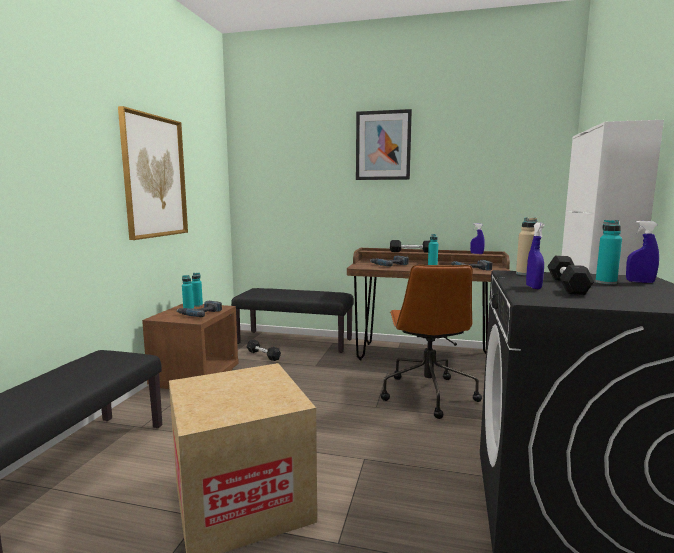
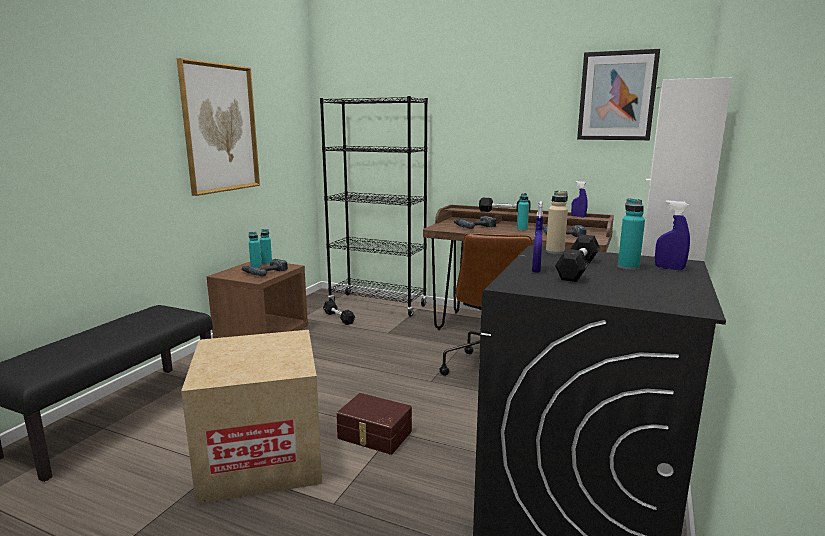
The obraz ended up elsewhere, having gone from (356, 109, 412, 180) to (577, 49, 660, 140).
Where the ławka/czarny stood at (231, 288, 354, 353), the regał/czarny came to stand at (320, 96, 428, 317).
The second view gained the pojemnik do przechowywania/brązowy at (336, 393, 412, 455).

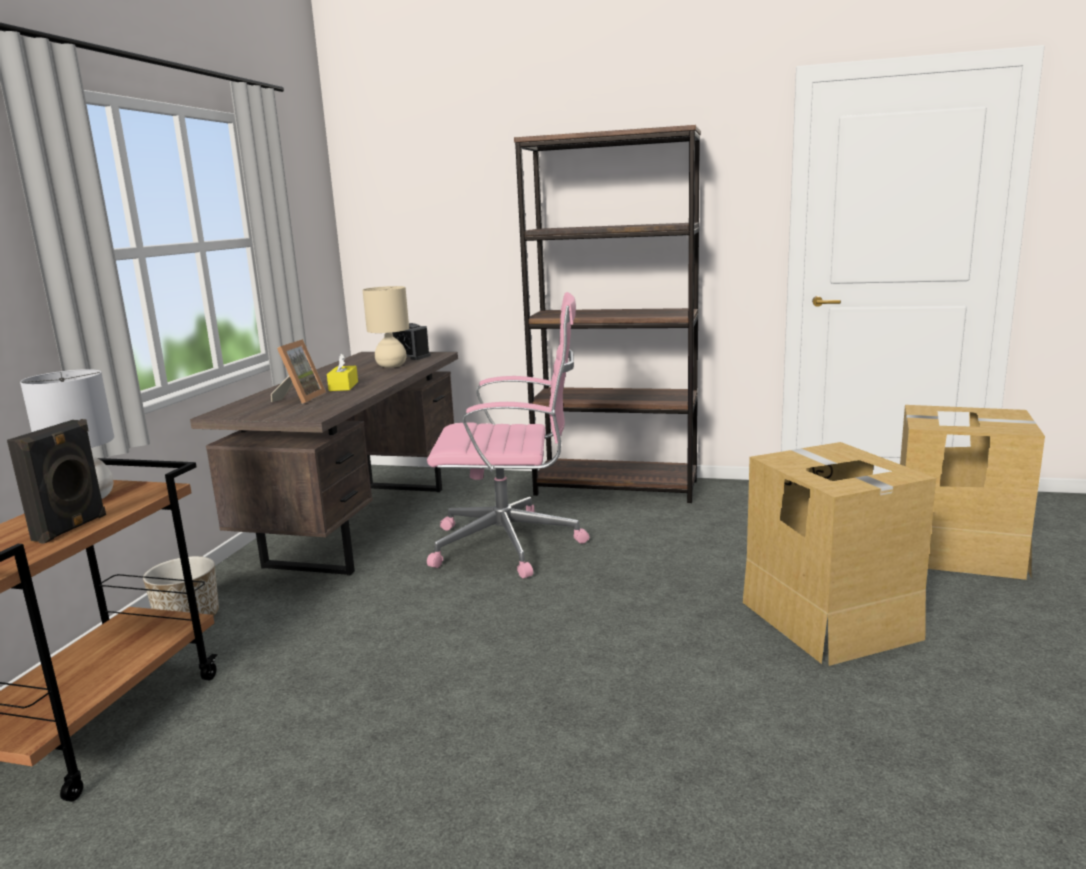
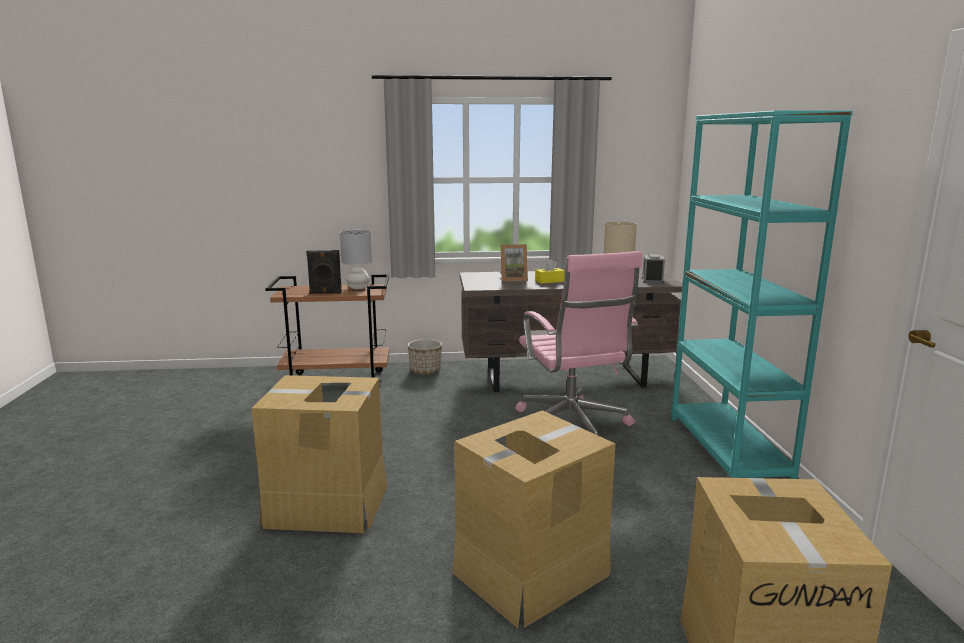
What was the regał/brązowy at (514, 125, 701, 503) turned into the regał/turkusowy at (671, 110, 853, 479).
The second view gained the karton at (251, 375, 388, 533).

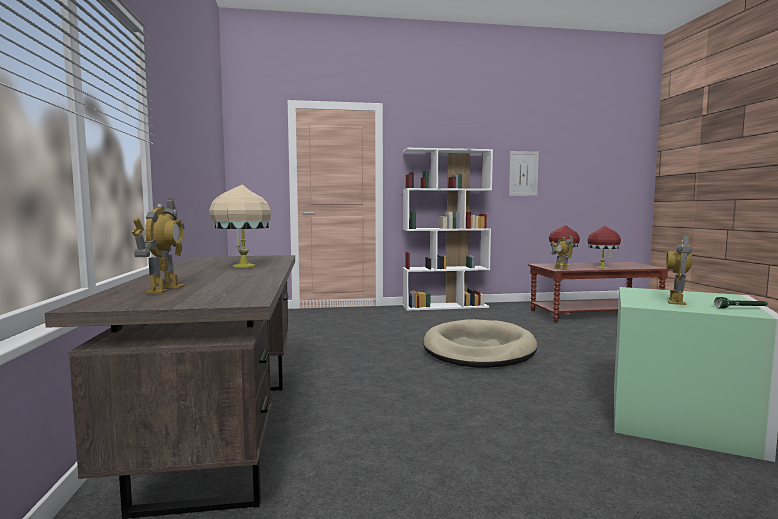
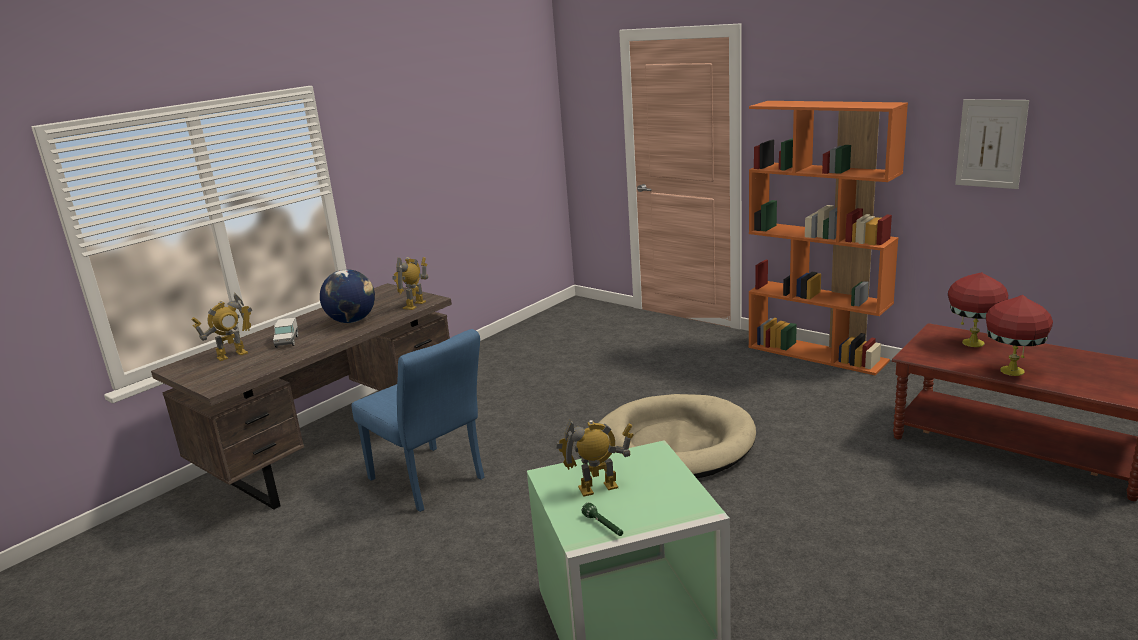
What was the regał/biały at (403, 148, 493, 311) turned into the regał/pomarańczowy at (749, 101, 908, 376).
Where the lampa stołowa/beżowy stood at (209, 184, 271, 268), the globus came to stand at (320, 269, 375, 323).
The robot zabawkowy ended up elsewhere, having gone from (551, 235, 574, 270) to (393, 257, 428, 310).
The second view gained the ciężarówka zabawkowa at (273, 317, 298, 348).
The second view gained the krzesło/niebieski at (352, 329, 485, 512).

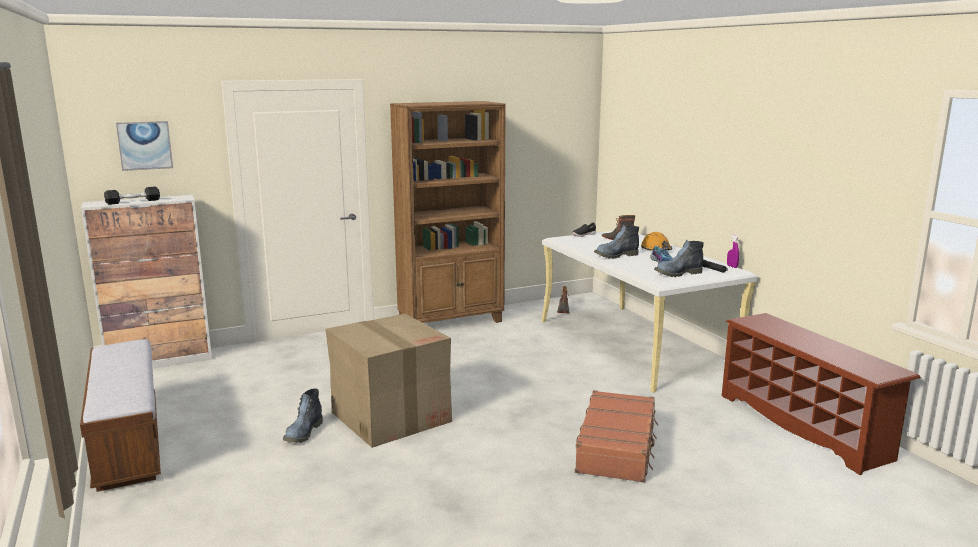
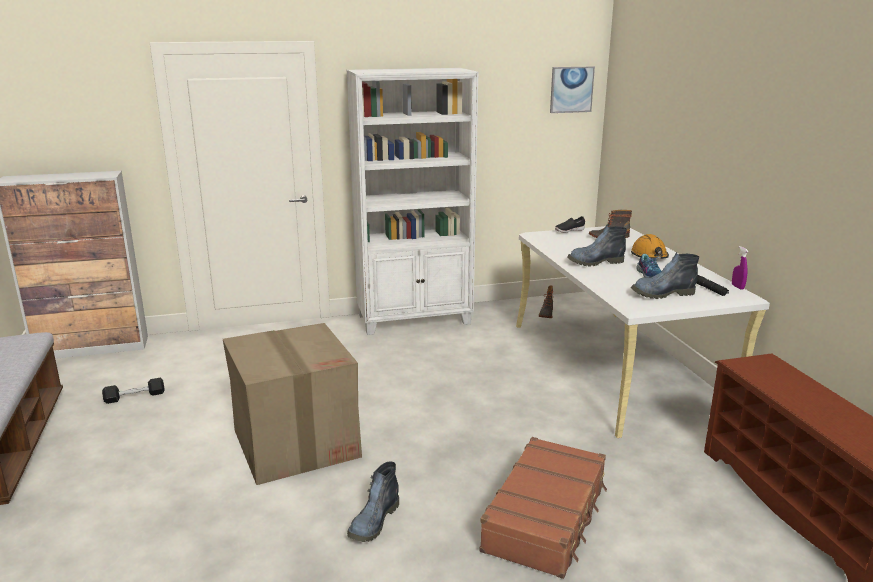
What was the regał/brązowy at (390, 101, 506, 323) turned into the regał/biały at (347, 68, 478, 335).
The obraz ended up elsewhere, having gone from (116, 121, 173, 171) to (550, 66, 595, 113).
The hantel/czarny ended up elsewhere, having gone from (104, 187, 160, 205) to (102, 378, 165, 404).
The but z cholewką ended up elsewhere, having gone from (283, 389, 323, 443) to (347, 461, 399, 542).

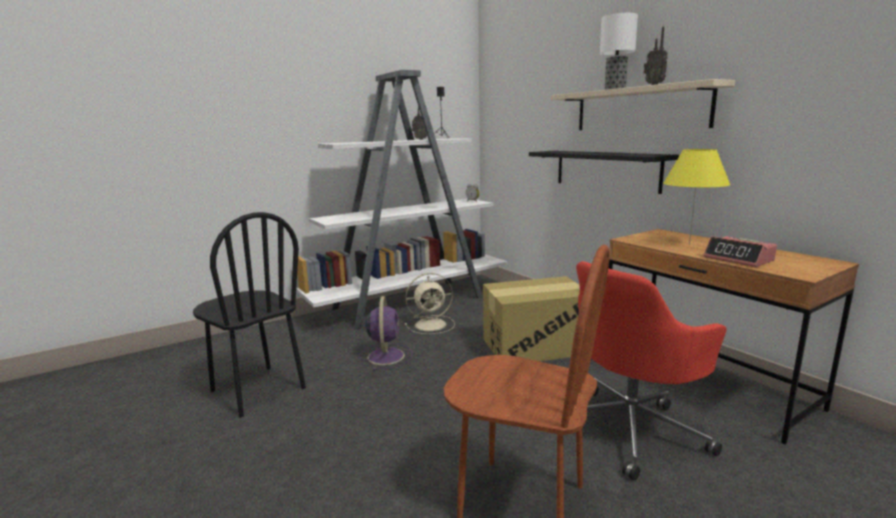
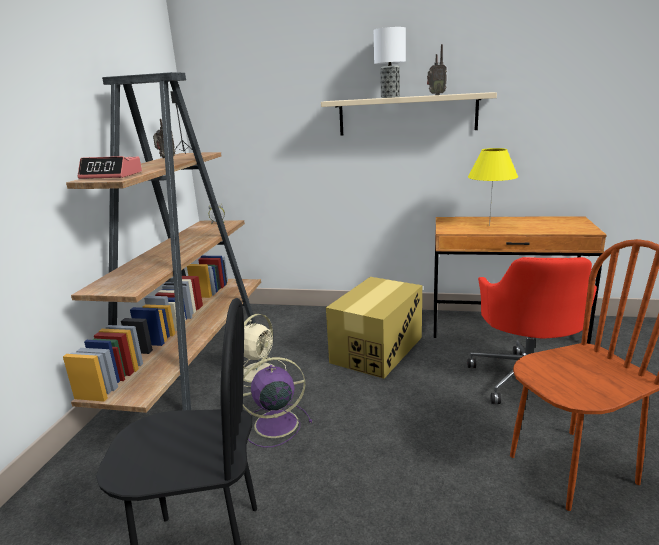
What was the regał/biały at (296, 70, 508, 330) turned into the regał/brązowy at (63, 72, 261, 413).
The second view lost the półka/czarny at (529, 151, 679, 194).
The budzik ended up elsewhere, having gone from (704, 236, 777, 267) to (78, 156, 142, 179).
The wentylator/fioletowy at (359, 296, 412, 371) ended up facing another way, 60 degrees counterclockwise from before.

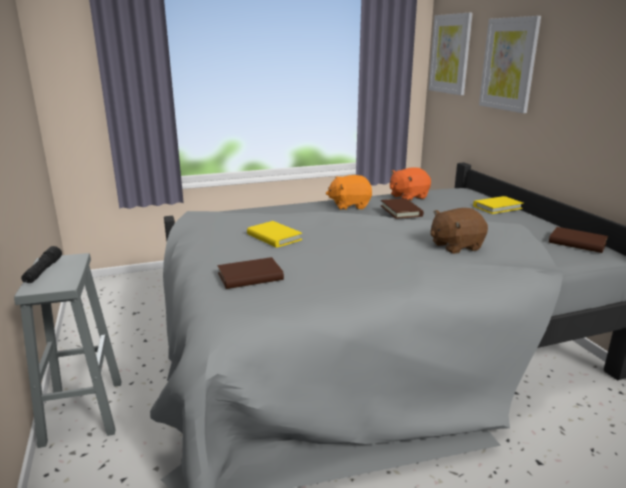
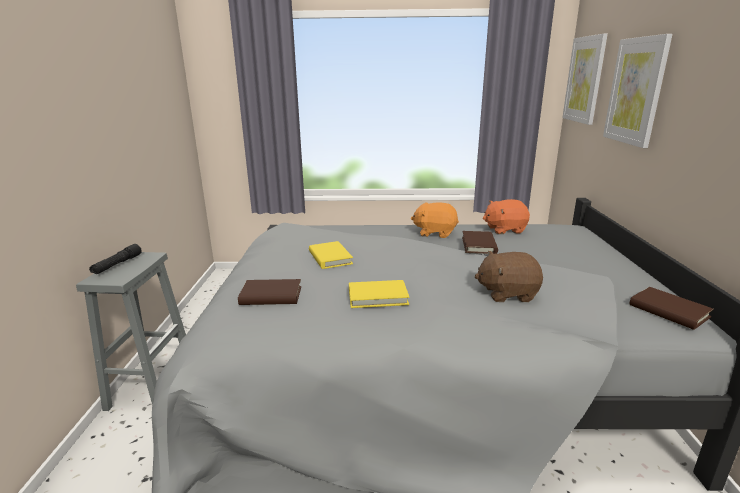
The książka/żółty ended up elsewhere, having gone from (473, 196, 523, 214) to (349, 280, 409, 308).

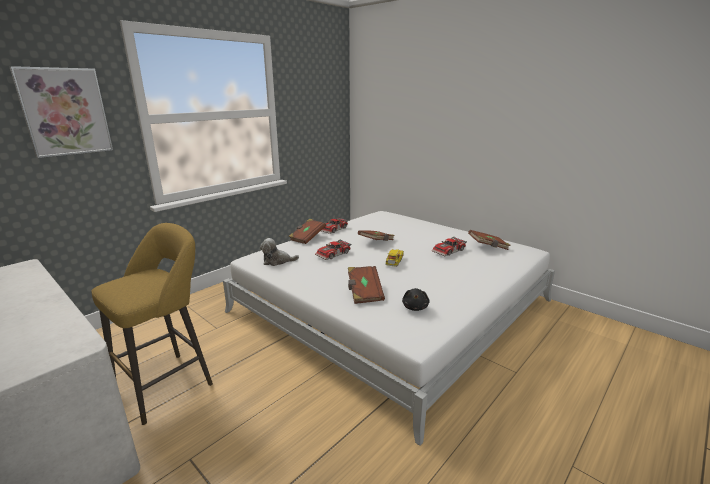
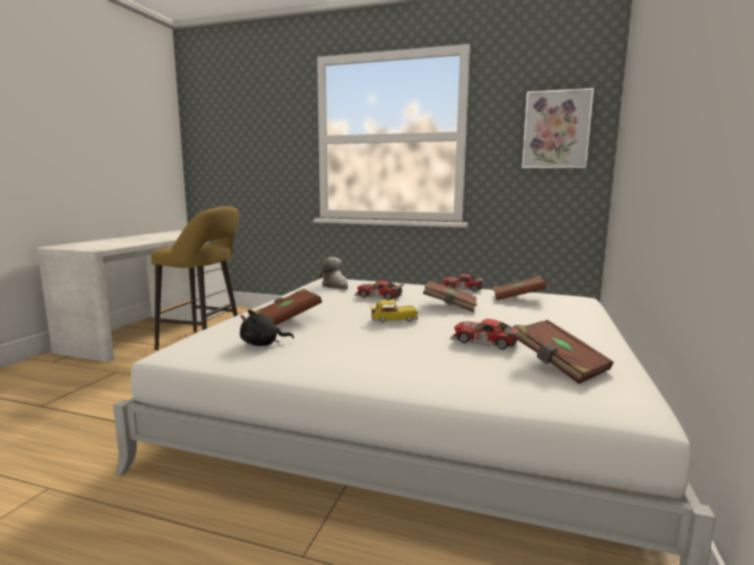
The obraz ended up elsewhere, having gone from (10, 66, 113, 158) to (522, 88, 594, 168).
The książka/brązowy ended up elsewhere, having gone from (289, 219, 326, 244) to (493, 276, 546, 300).

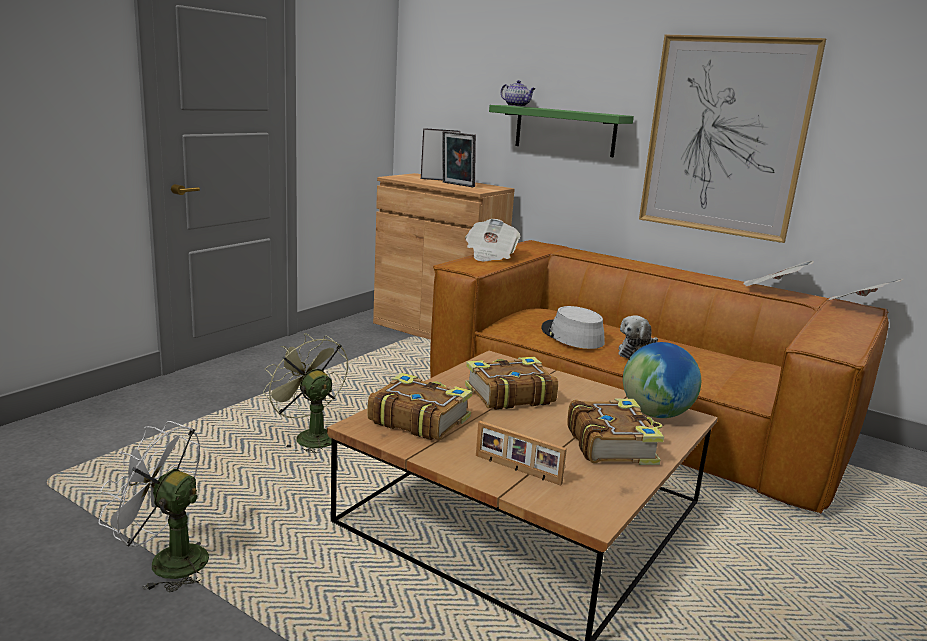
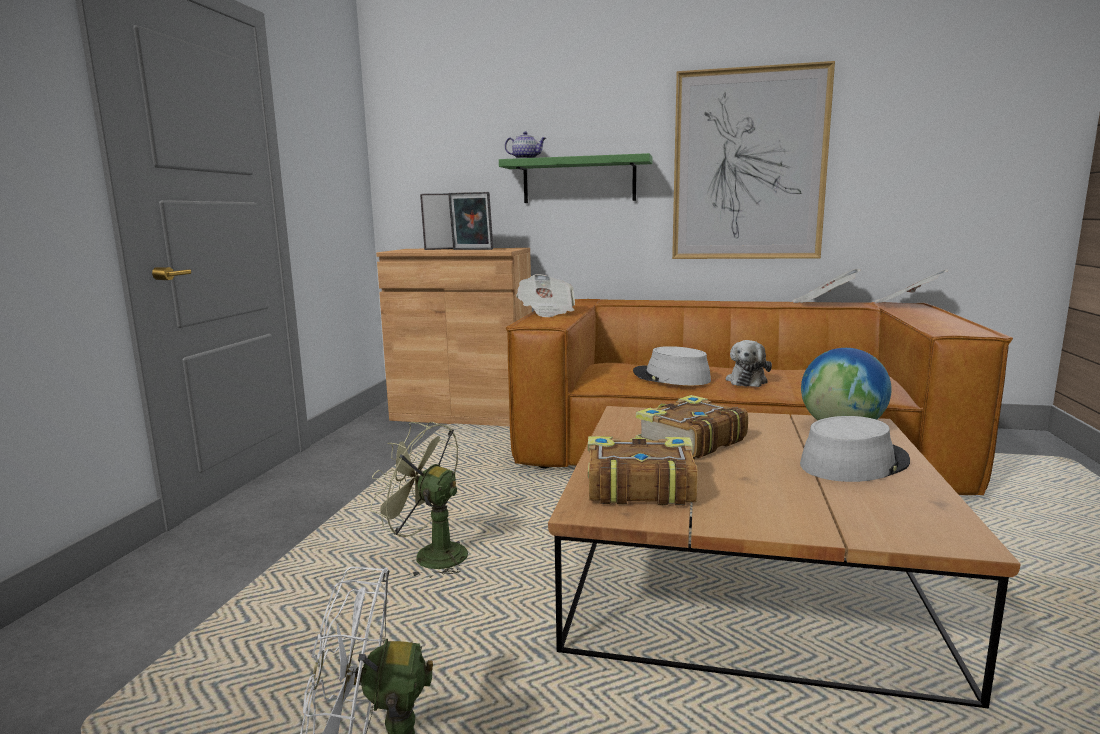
Where the książka stood at (567, 399, 664, 465), the kapelusz/szary came to stand at (800, 416, 910, 482).
The second view lost the ramka na zdjęcie at (476, 421, 567, 486).

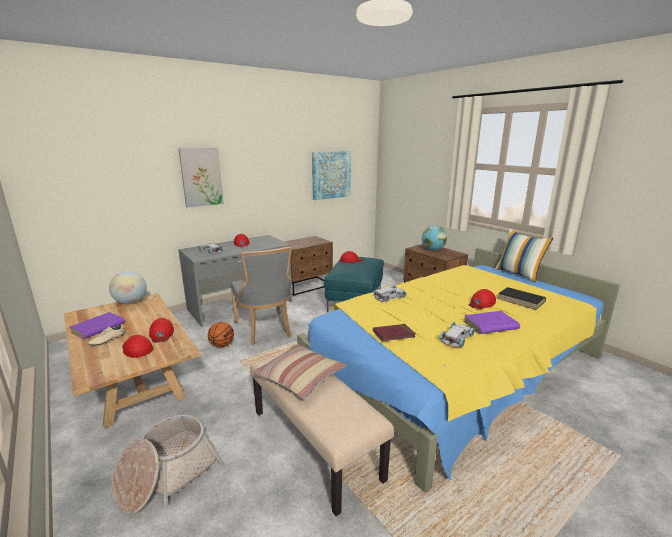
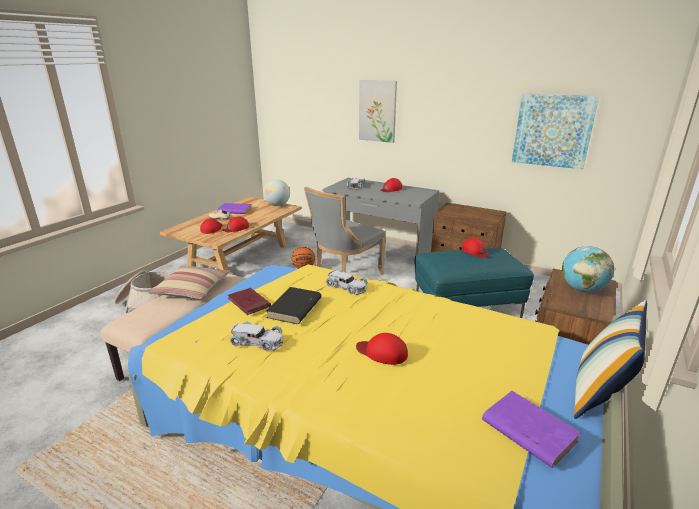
The książka/czarny ended up elsewhere, having gone from (497, 287, 546, 310) to (266, 287, 322, 324).
The książka/fioletowy ended up elsewhere, having gone from (464, 311, 520, 334) to (482, 391, 581, 468).

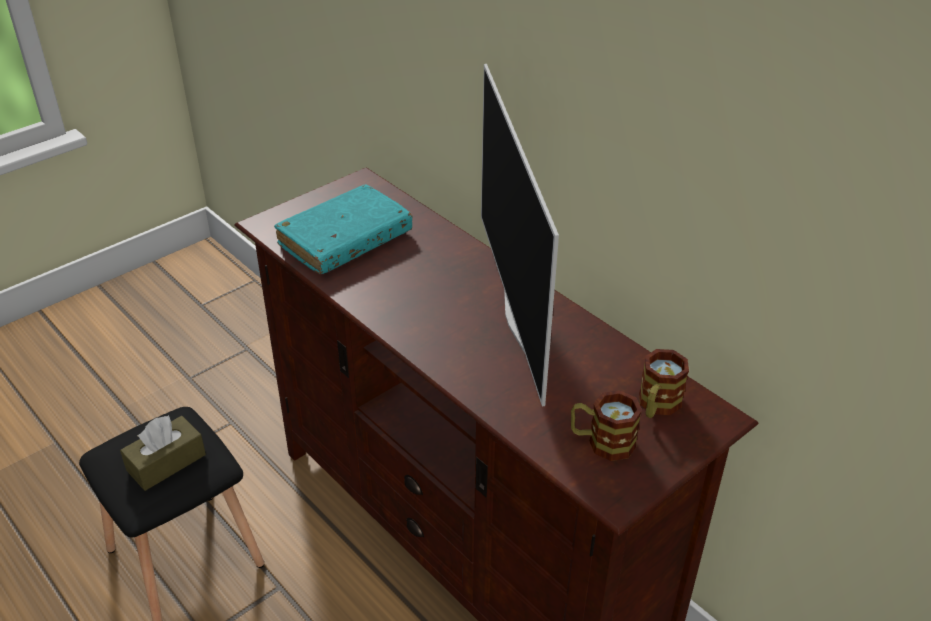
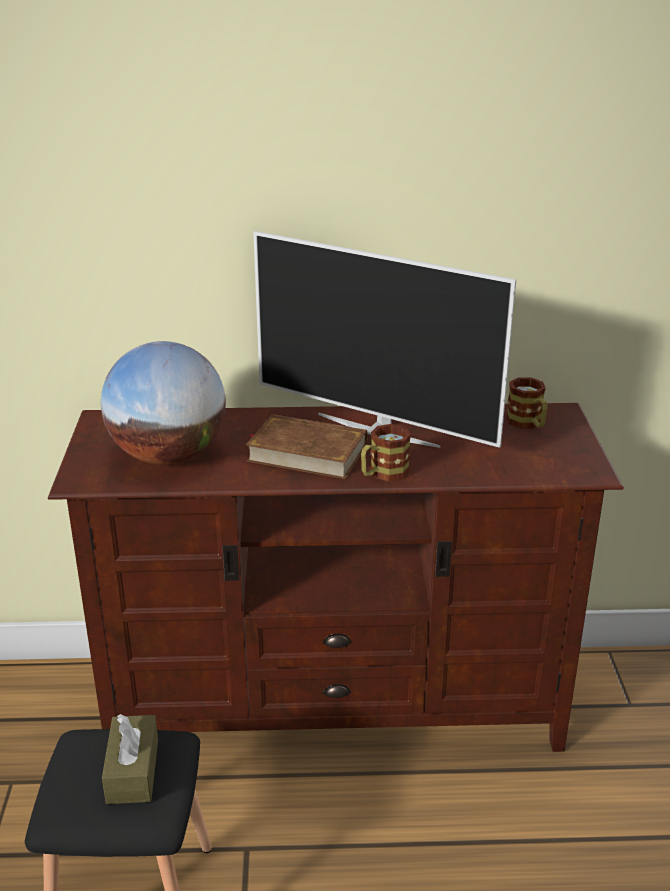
Where the książka/turkusowy stood at (274, 185, 412, 274), the globus came to stand at (101, 341, 226, 465).
The kubek ended up elsewhere, having gone from (571, 390, 642, 461) to (361, 424, 411, 482).
The second view gained the książka/brązowy at (246, 414, 367, 479).

